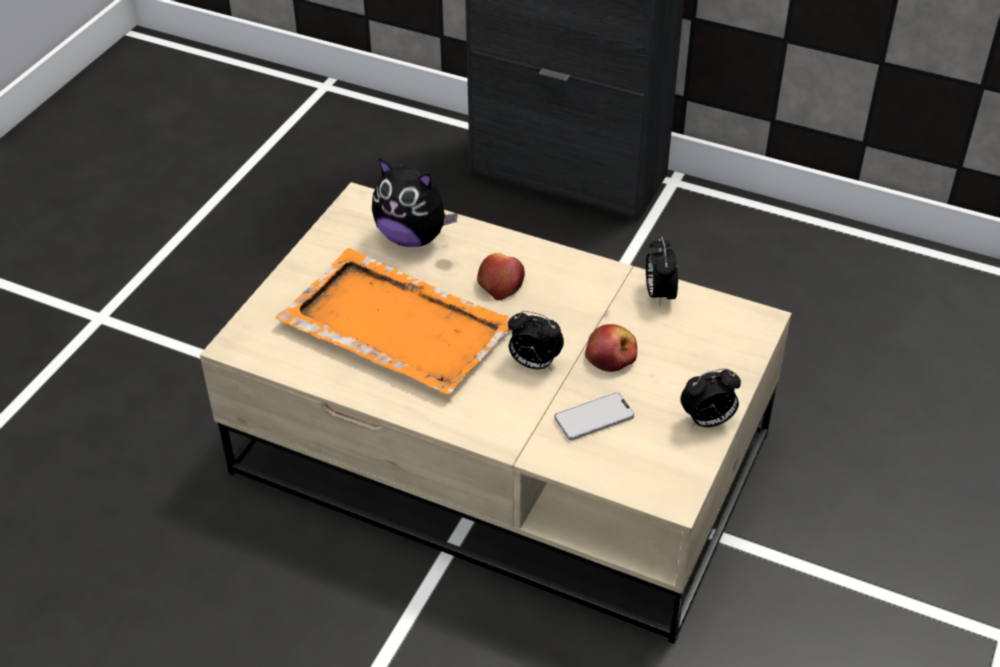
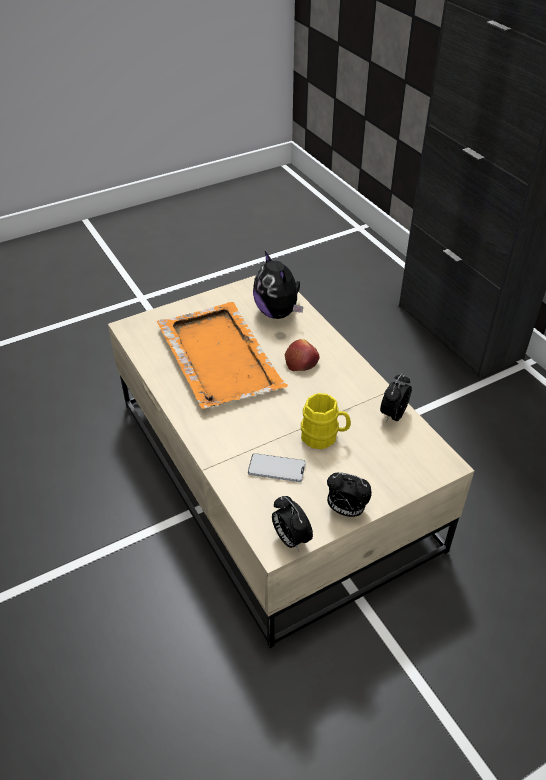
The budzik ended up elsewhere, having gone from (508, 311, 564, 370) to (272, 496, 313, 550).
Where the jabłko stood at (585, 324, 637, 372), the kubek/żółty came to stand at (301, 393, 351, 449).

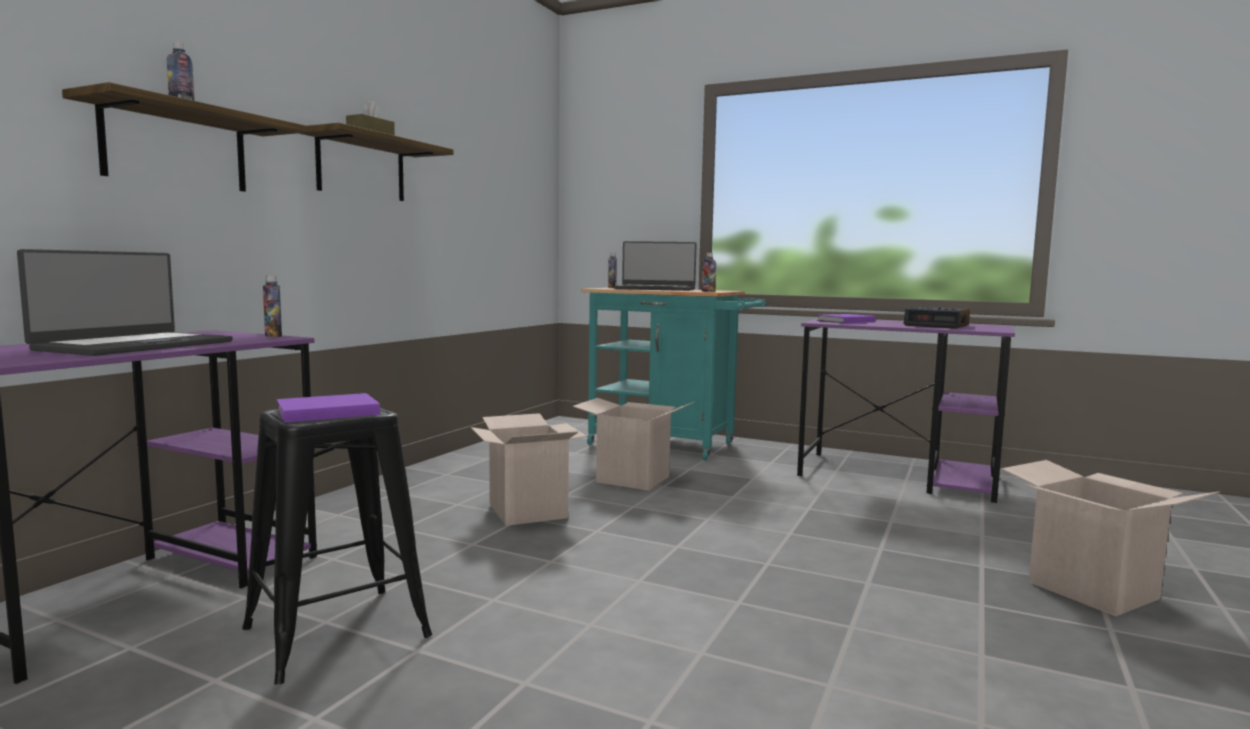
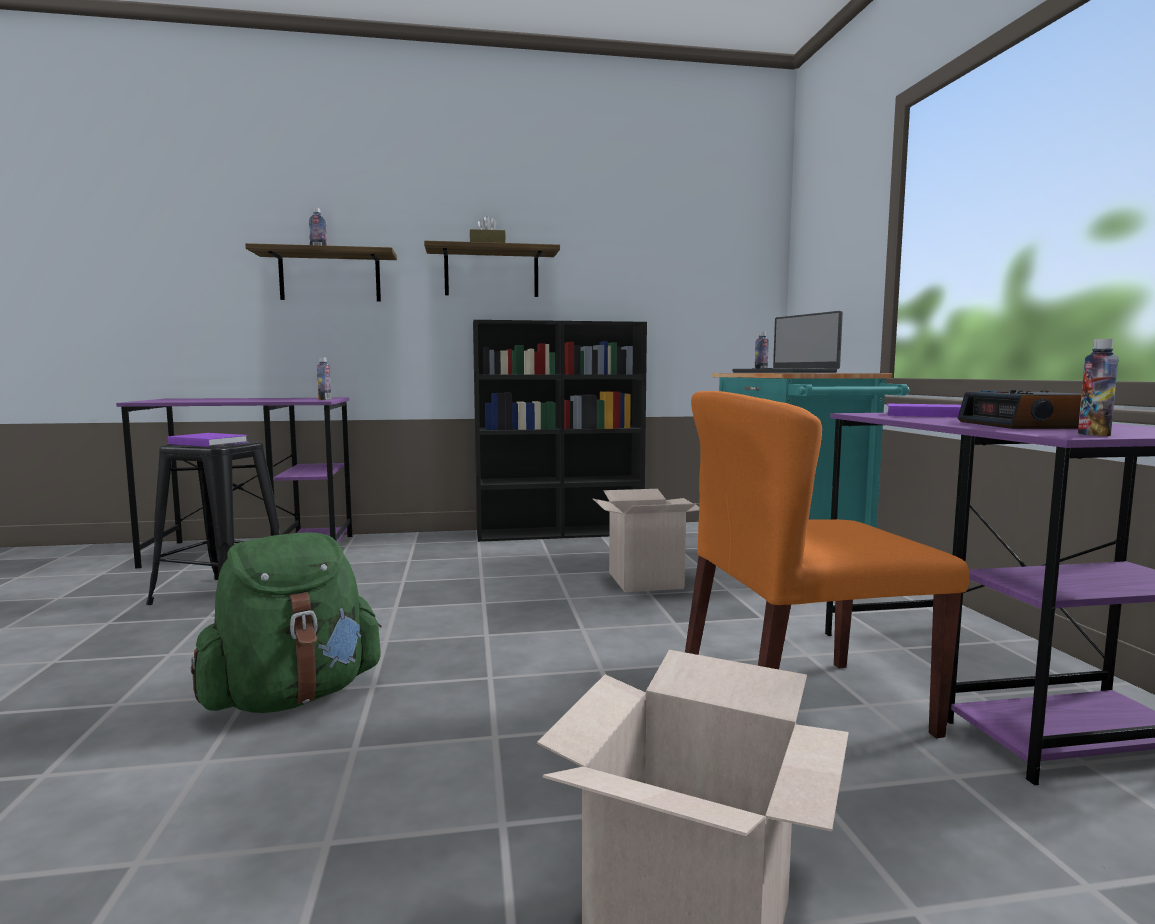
The second view lost the laptop at (17, 249, 232, 356).
The butelka ended up elsewhere, having gone from (701, 253, 716, 292) to (1078, 339, 1118, 436).
The second view lost the karton at (471, 413, 587, 526).
The second view gained the regał/czarny at (473, 320, 647, 542).
The second view gained the krzesło/pomarańczowy at (685, 391, 970, 738).
The second view gained the plecak/zielony at (190, 532, 382, 713).

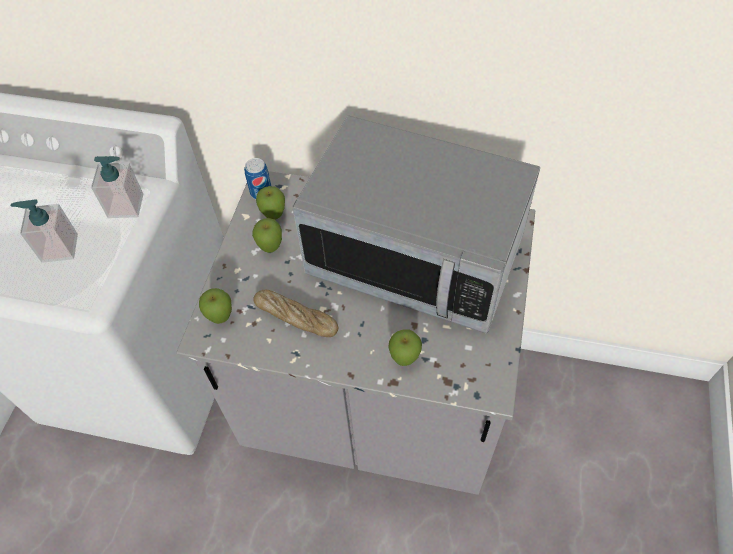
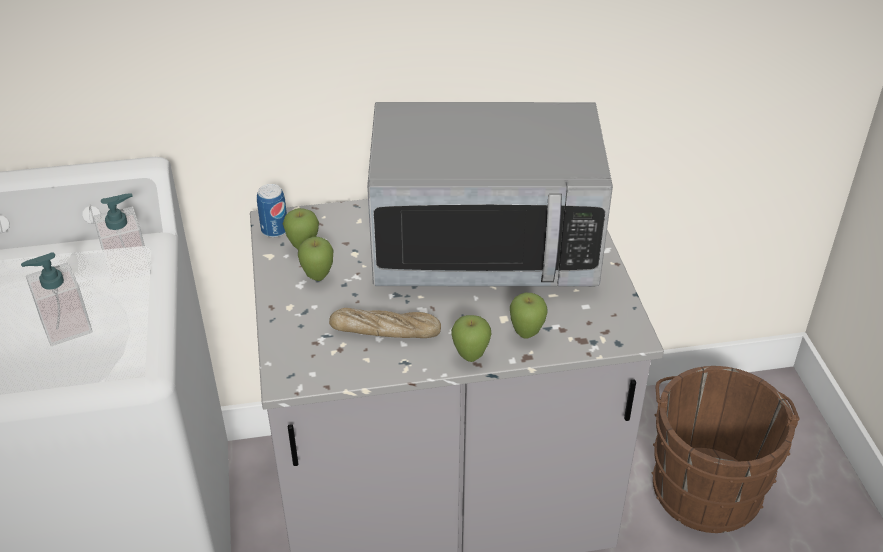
The jabłko ended up elsewhere, having gone from (199, 288, 232, 324) to (451, 315, 491, 362).
The second view gained the wiadro/brązowy at (651, 366, 800, 533).

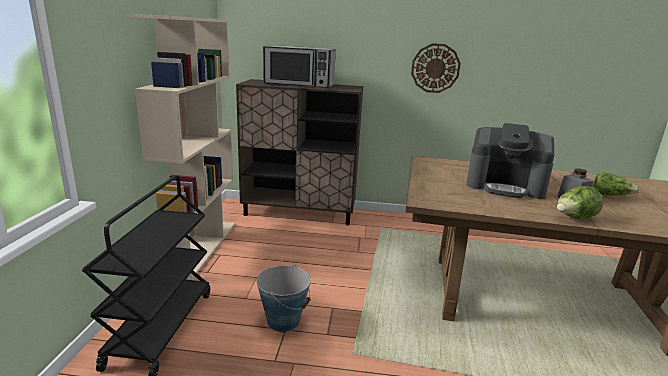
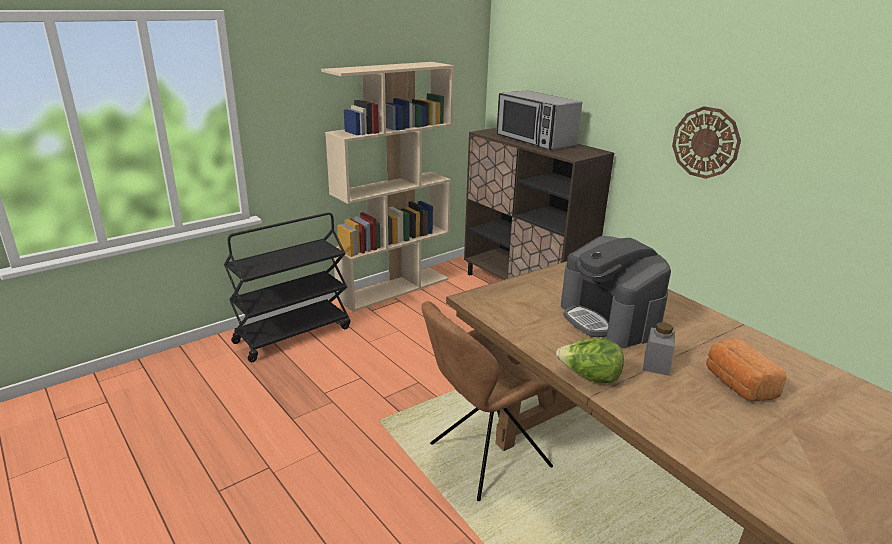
Where the sałata stood at (594, 172, 640, 196), the chleb came to stand at (706, 338, 787, 402).
The second view lost the wiadro at (257, 265, 311, 332).
The second view gained the krzesło/brązowy at (421, 301, 556, 501).

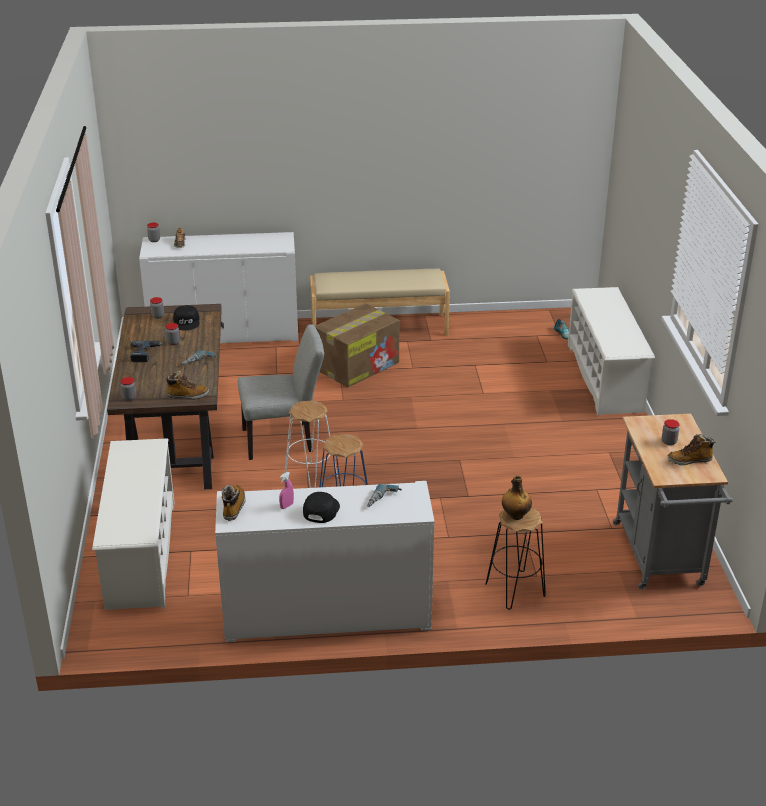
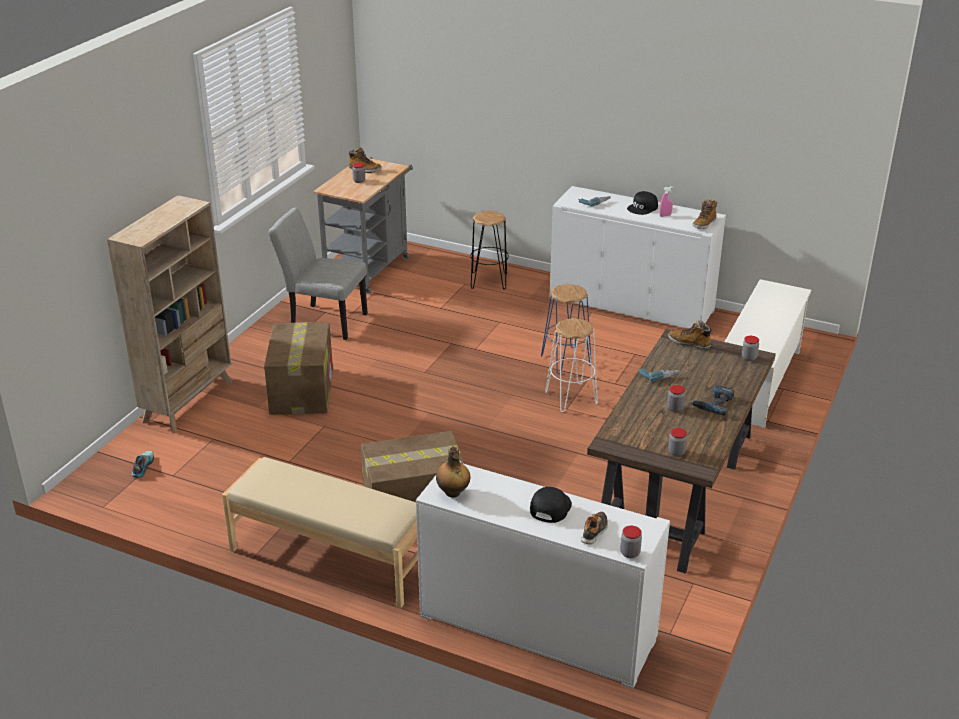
Where the regał na buty/biały stood at (568, 287, 655, 416), the regał/beżowy came to stand at (107, 195, 233, 432).
The czapka z daszkiem/czarny ended up elsewhere, having gone from (173, 305, 200, 330) to (530, 487, 572, 523).
The krzesło/szary ended up elsewhere, having gone from (238, 324, 324, 460) to (268, 208, 368, 340).
The butelka ended up elsewhere, having gone from (502, 475, 532, 520) to (436, 446, 470, 497).
The second view gained the karton at (264, 322, 333, 415).

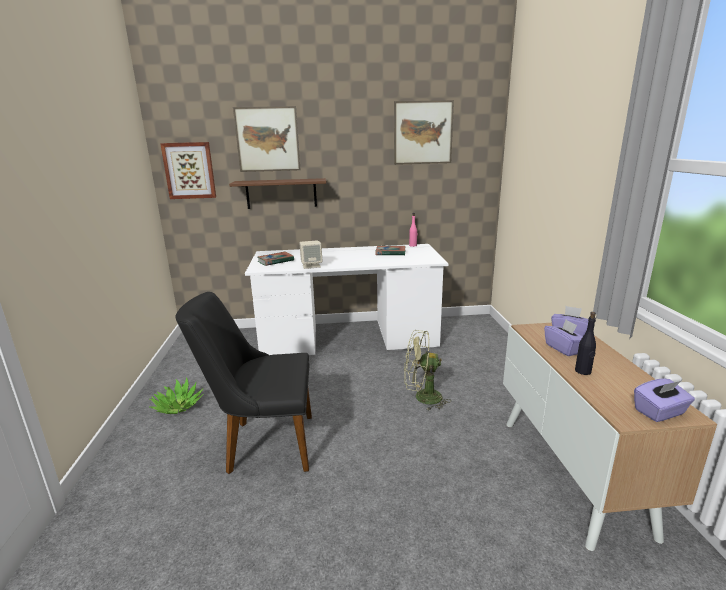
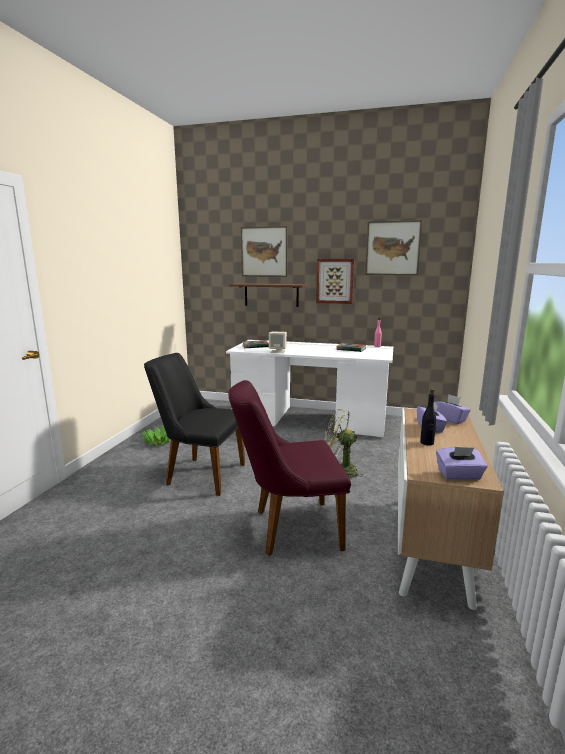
The obraz ended up elsewhere, having gone from (160, 142, 216, 199) to (316, 259, 354, 304).
The second view gained the krzesło/fioletowy at (228, 380, 351, 556).

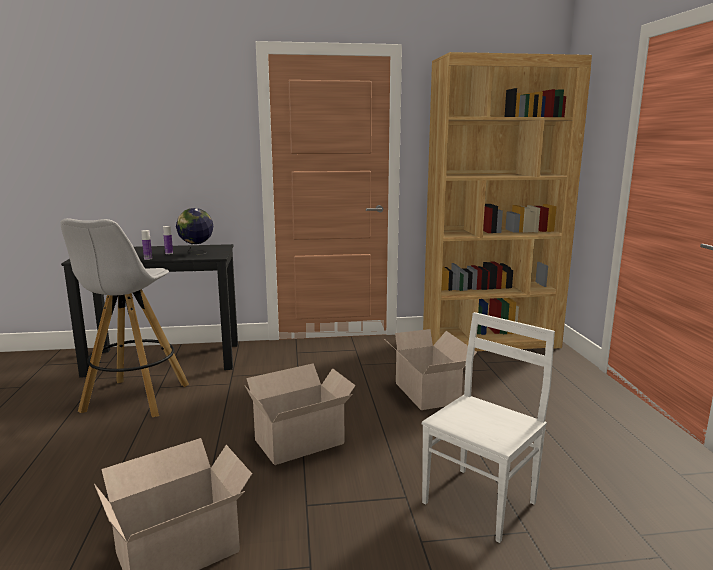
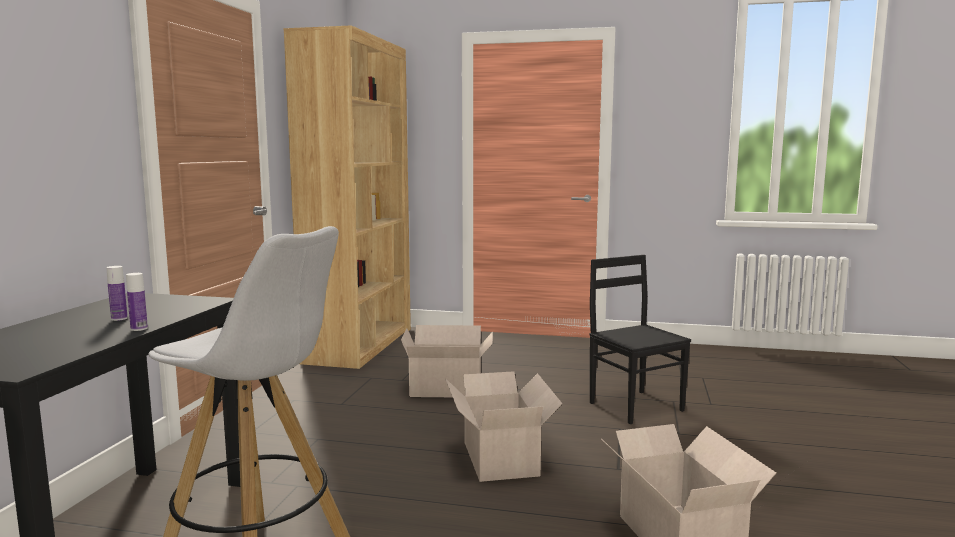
The second view lost the globus at (176, 208, 213, 255).
What was the krzesło/biały at (422, 312, 555, 543) turned into the krzesło/czarny at (589, 255, 691, 424).

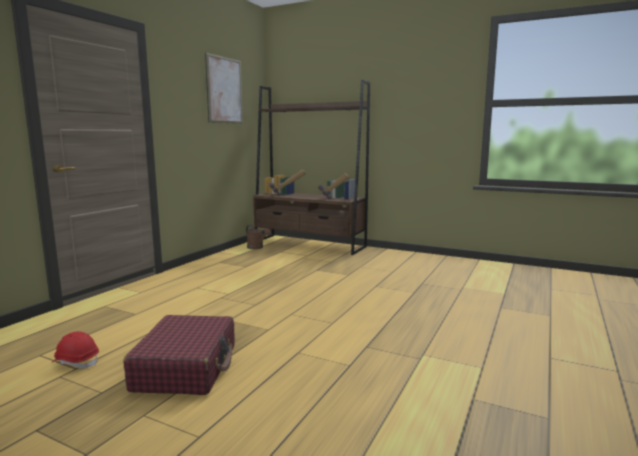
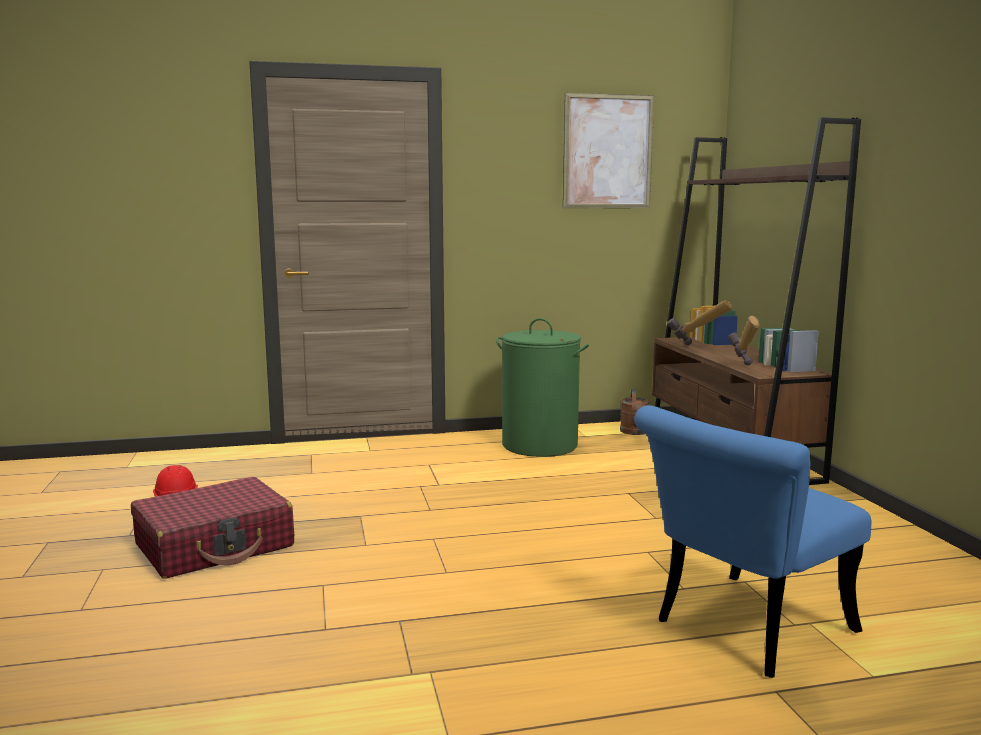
The second view gained the kosz na pranie/zielony at (496, 318, 589, 457).
The second view gained the krzesło/niebieski at (634, 405, 871, 678).

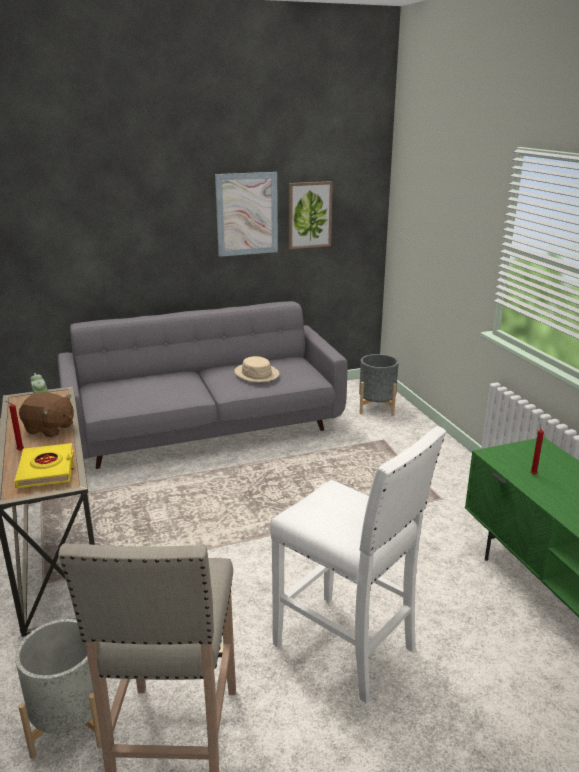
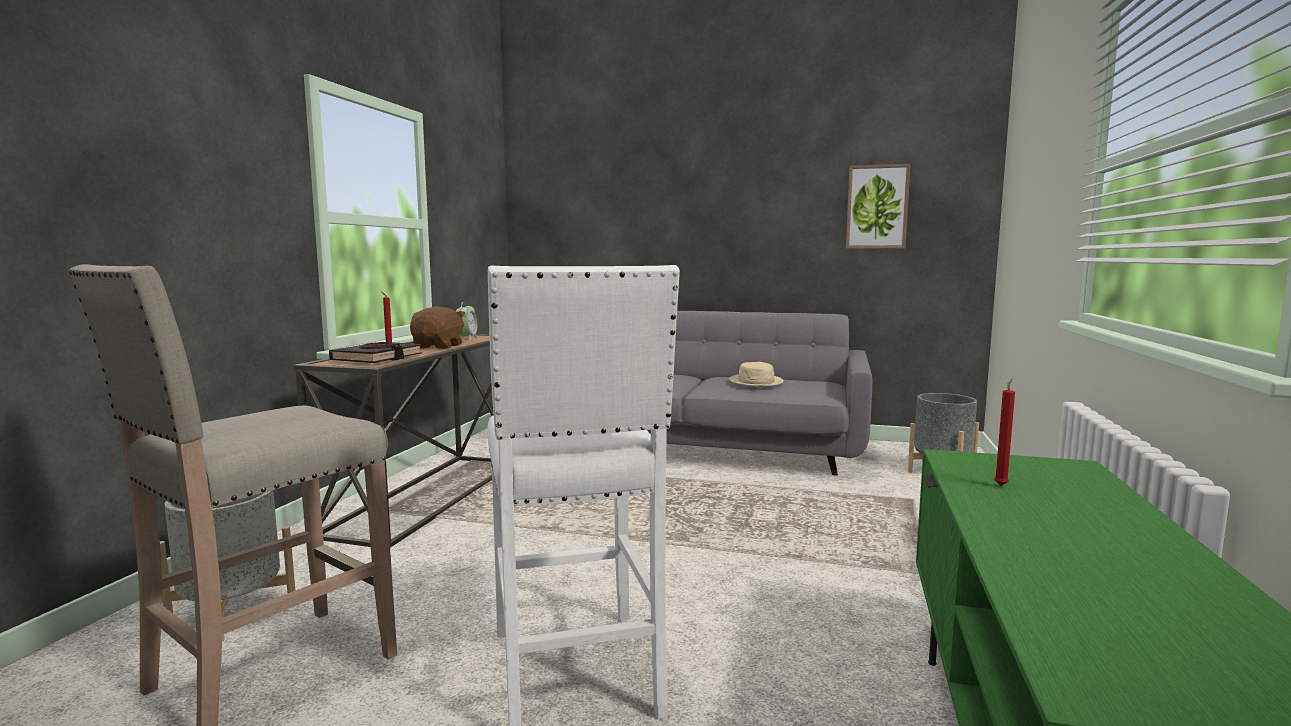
The second view lost the obraz at (215, 172, 278, 257).
The pluszak/brązowy at (19, 392, 74, 438) ended up facing another way, 135 degrees counterclockwise from before.
What was the książka/żółty at (14, 443, 74, 488) turned into the książka/czarny at (329, 342, 422, 363).

